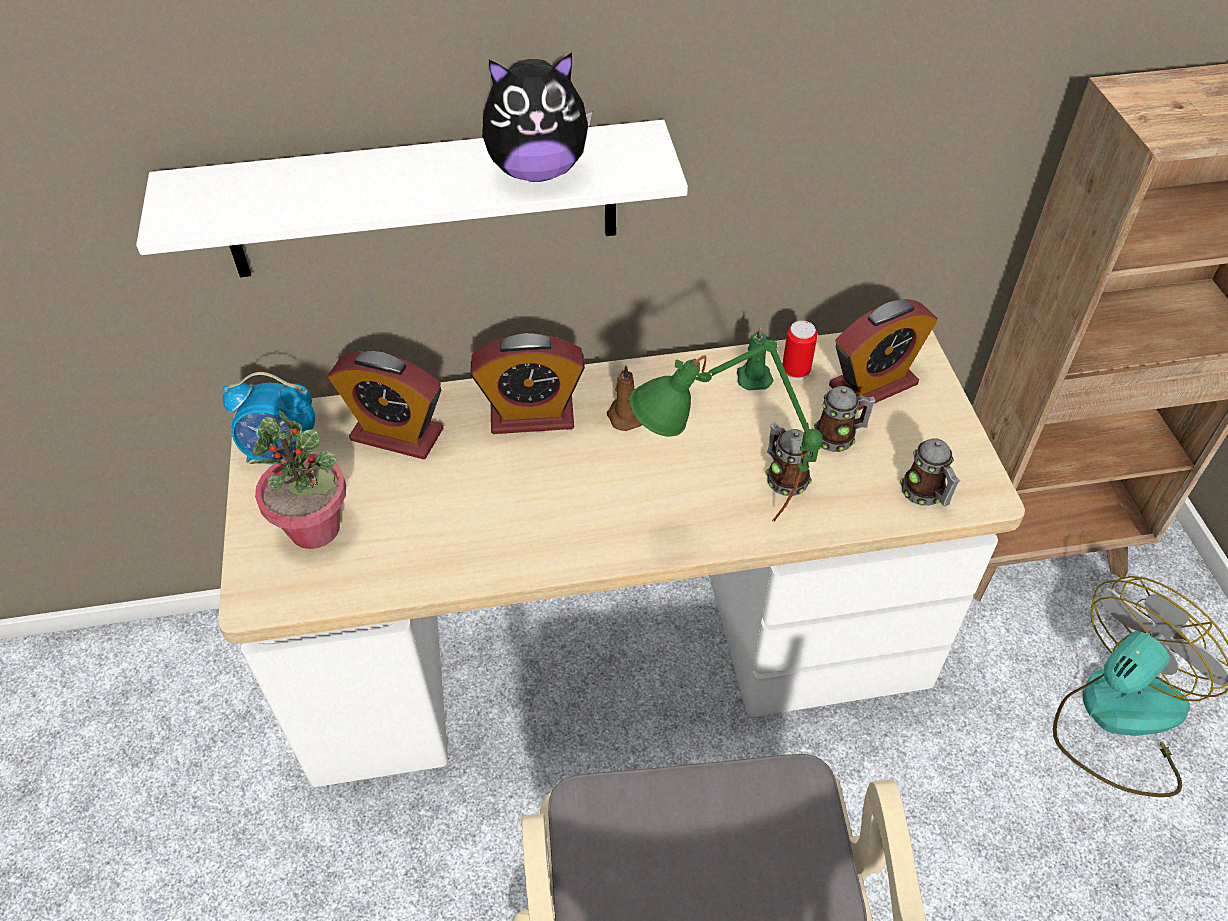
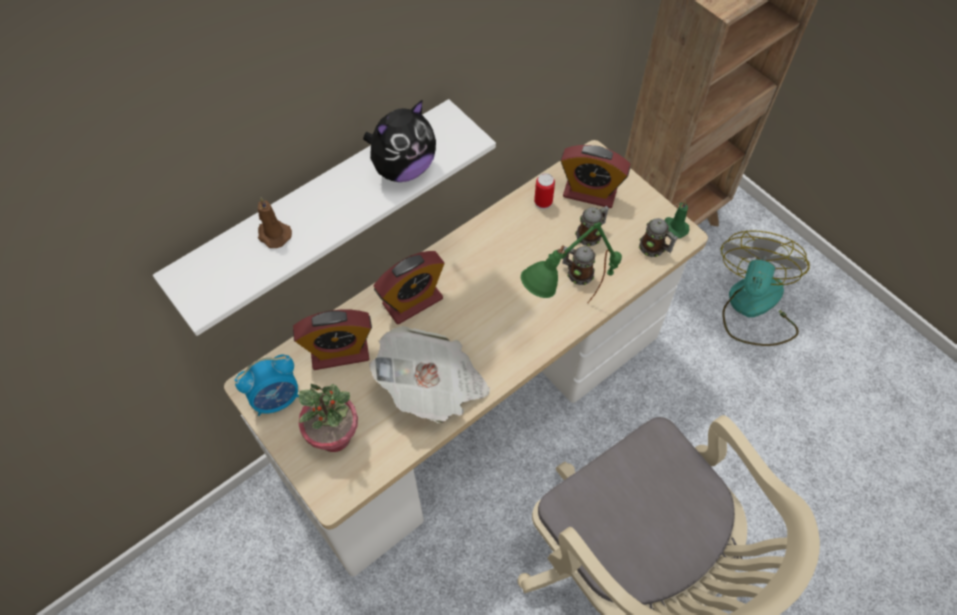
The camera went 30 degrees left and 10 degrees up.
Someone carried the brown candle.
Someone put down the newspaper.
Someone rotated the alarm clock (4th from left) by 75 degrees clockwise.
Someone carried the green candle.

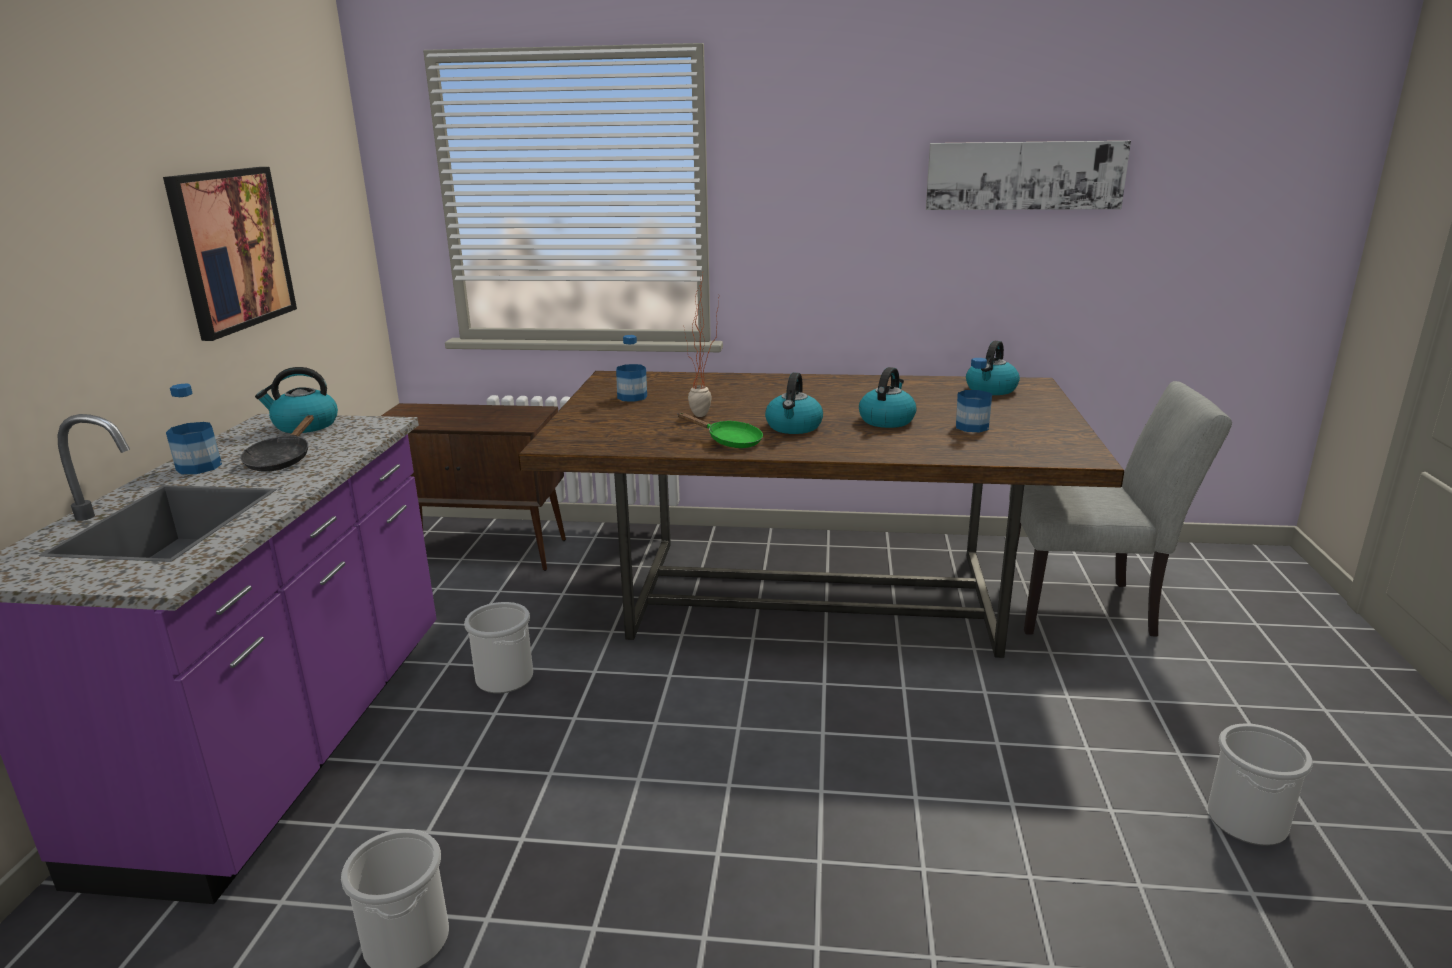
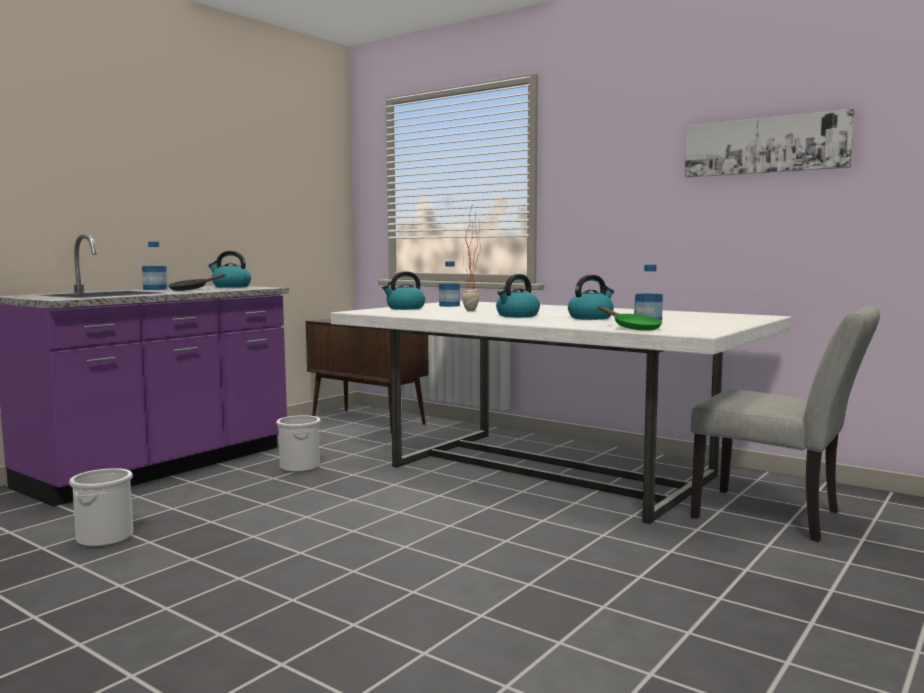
The camera went 30 degrees right and 15 degrees down.
Someone repainted the brown dining table, which became the white dining table.
Someone carried the kettle (4th from left in the first image).
Someone carried the green frying pan.
Someone took away the picture (1st from left).
Someone took away the bucket (3rd from left).

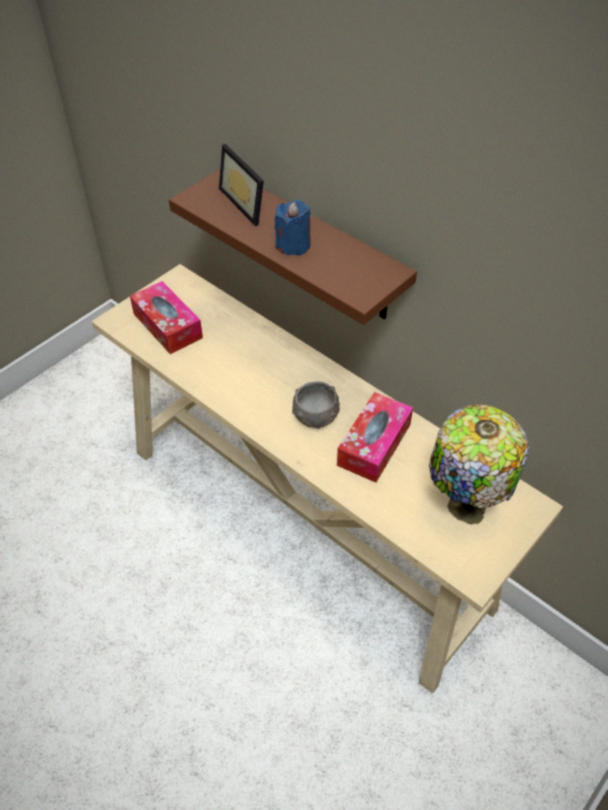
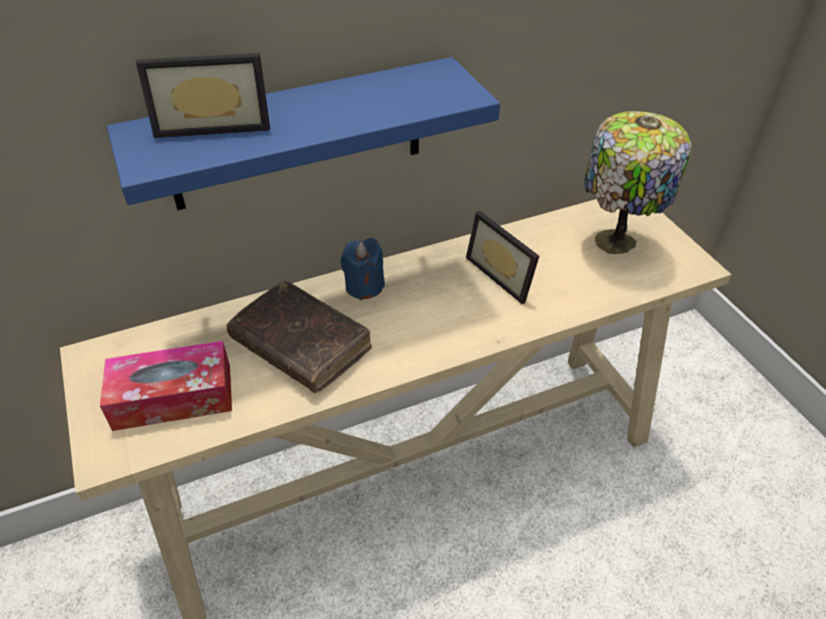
The camera went 65 degrees left and 5 degrees down.
Someone repainted the brown shelf, which became the blue shelf.
Someone put down the brown book.
Someone carried the blue candle.
Someone swapped the tissue box (2nd from left) for the picture frame (2nd from left).
Someone took away the grey bowl.

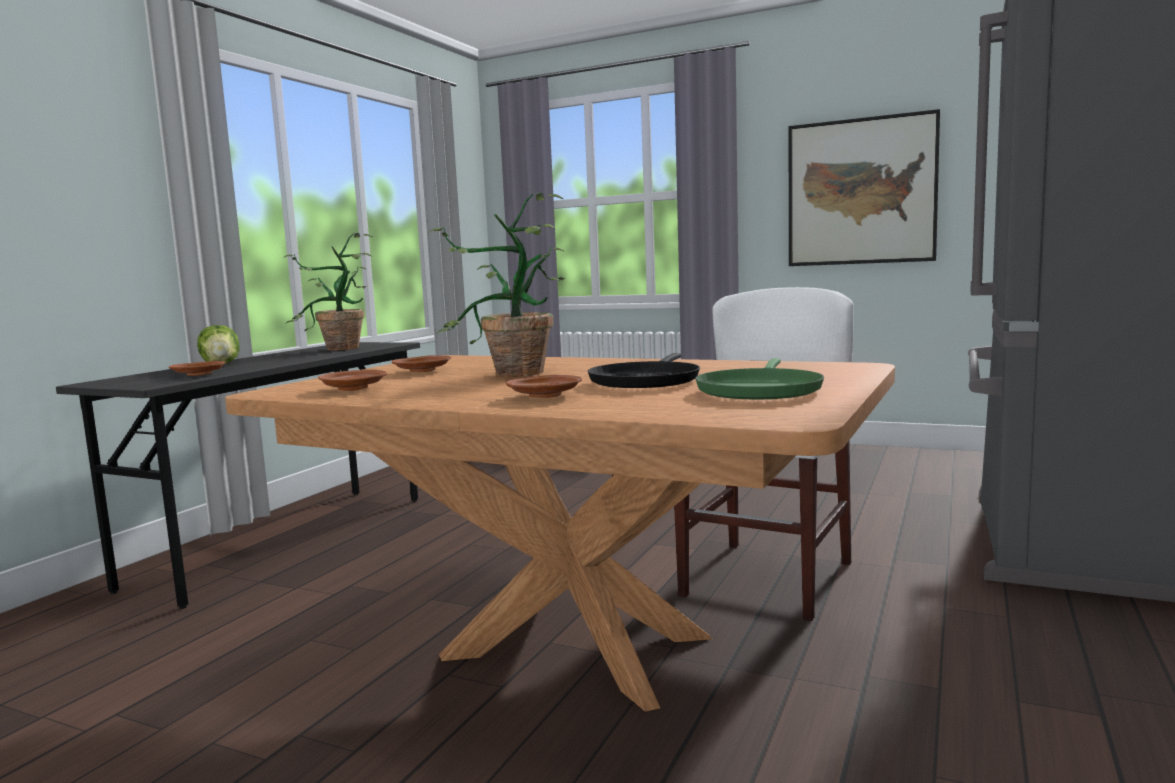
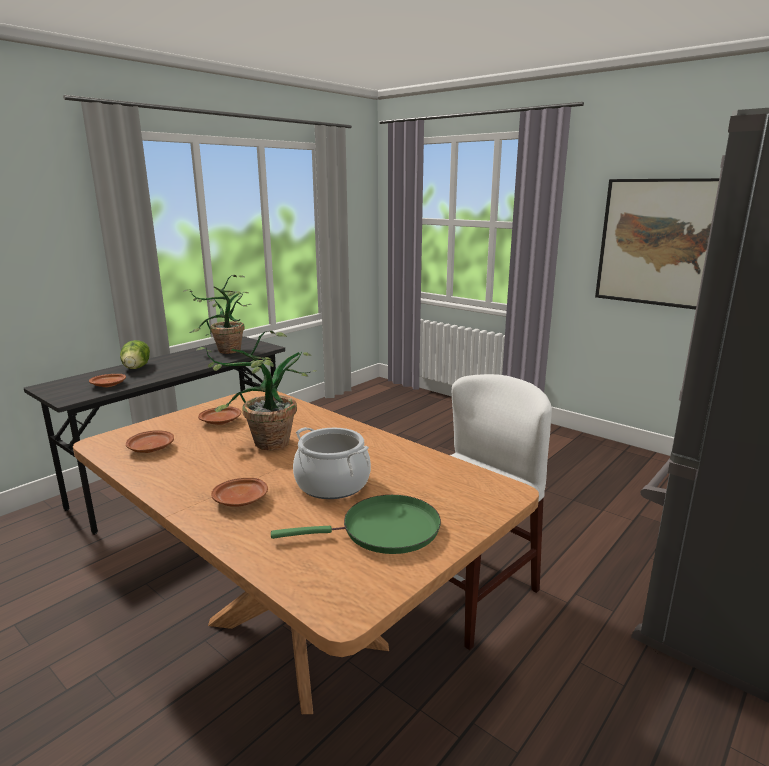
The camera went 15 degrees right and 10 degrees up.
Someone rotated the green frying pan by 135 degrees counterclockwise.
Someone swapped the black frying pan for the cooking pot.

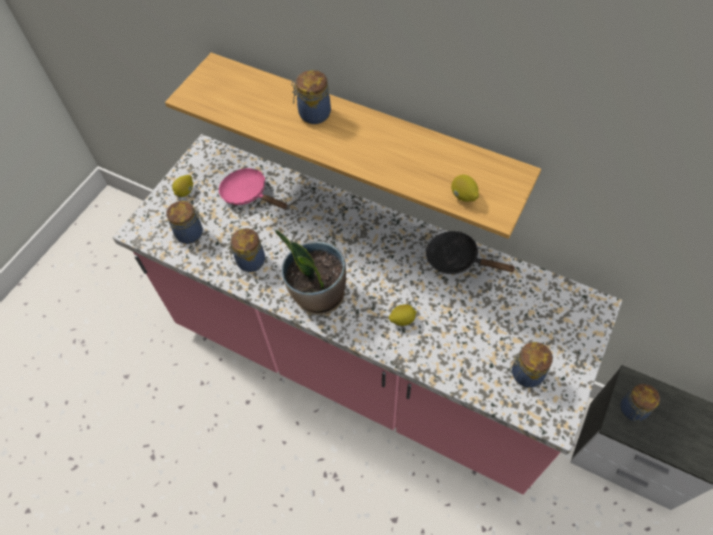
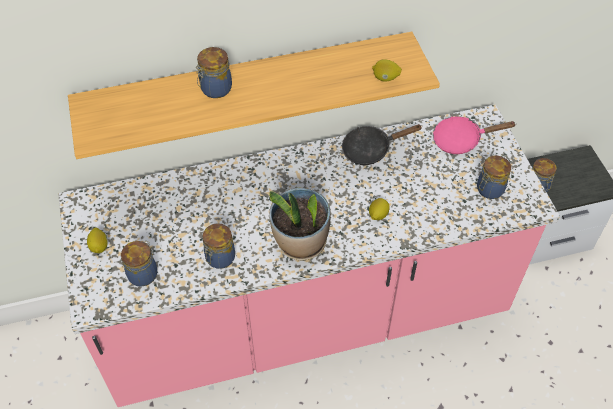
The camera went 45 degrees left and 5 degrees down.
Someone carried the pink frying pan.

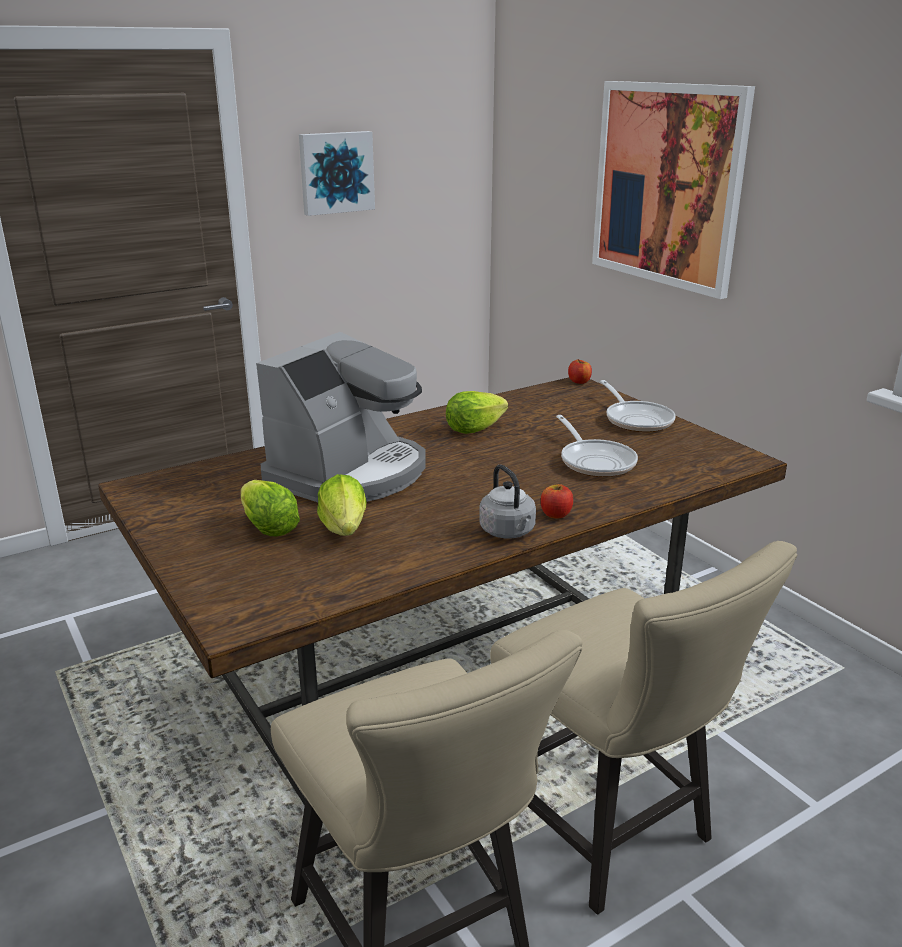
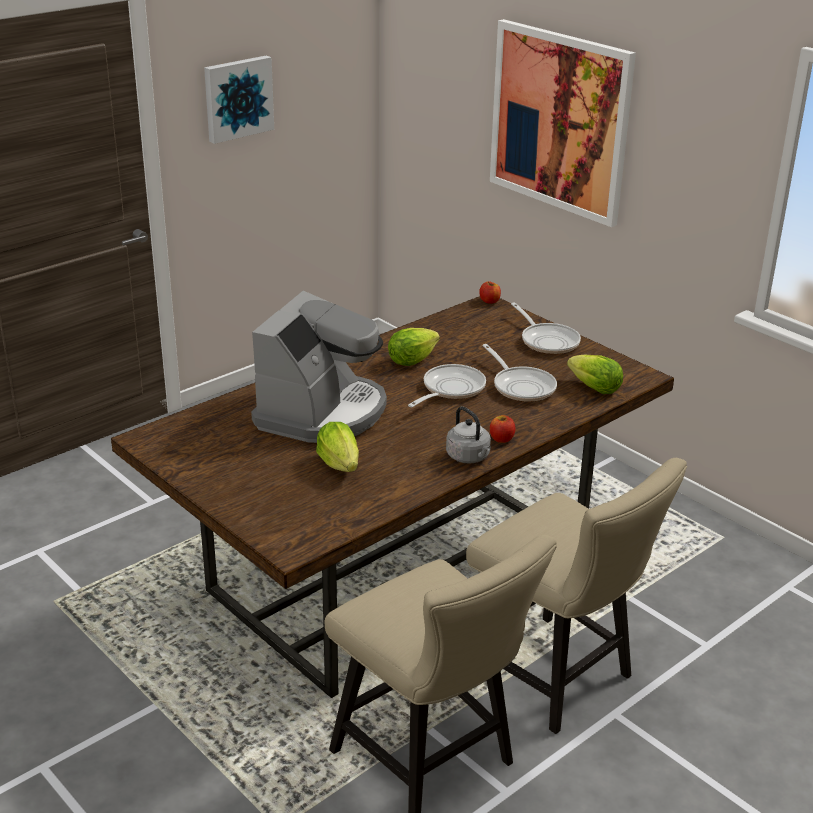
The camera went 10 degrees left and 5 degrees up.
Someone put down the frying pan (1st from left).
Someone carried the lettuce (1st from left in the first image).

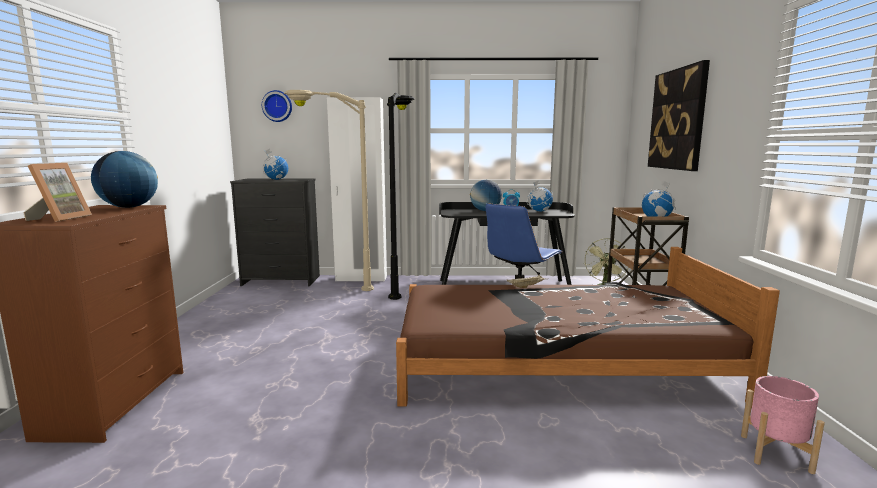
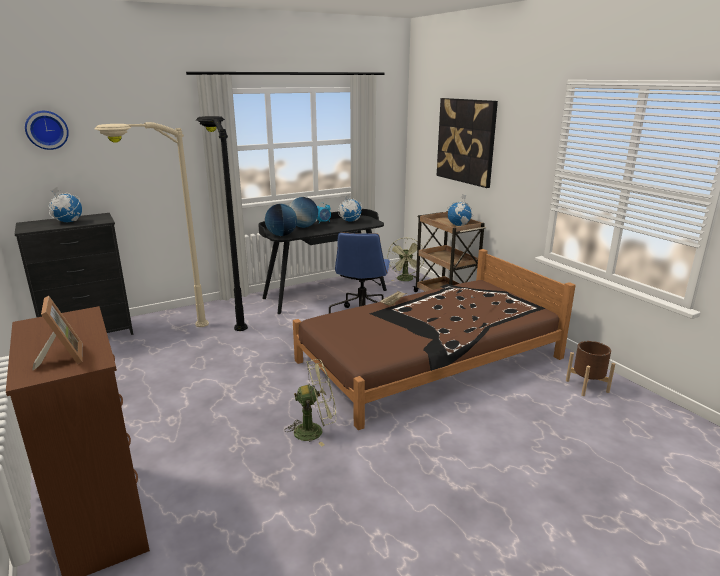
The camera went 30 degrees left and 10 degrees up.
Someone carried the globe (1st from left in the first image).
Someone put down the green fan (1st from left).
Someone repainted the pink planter, which became the brown planter.
Someone took away the white wardrobe.

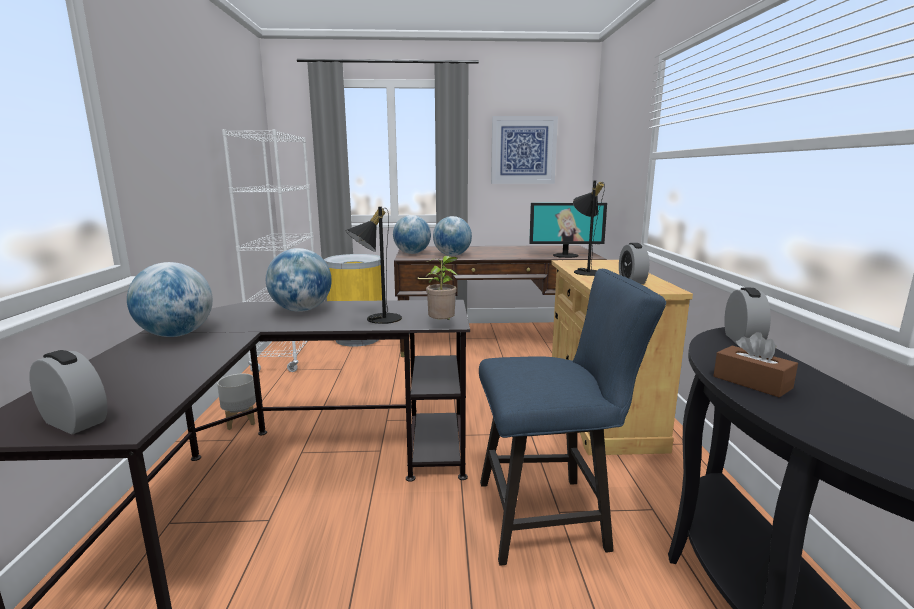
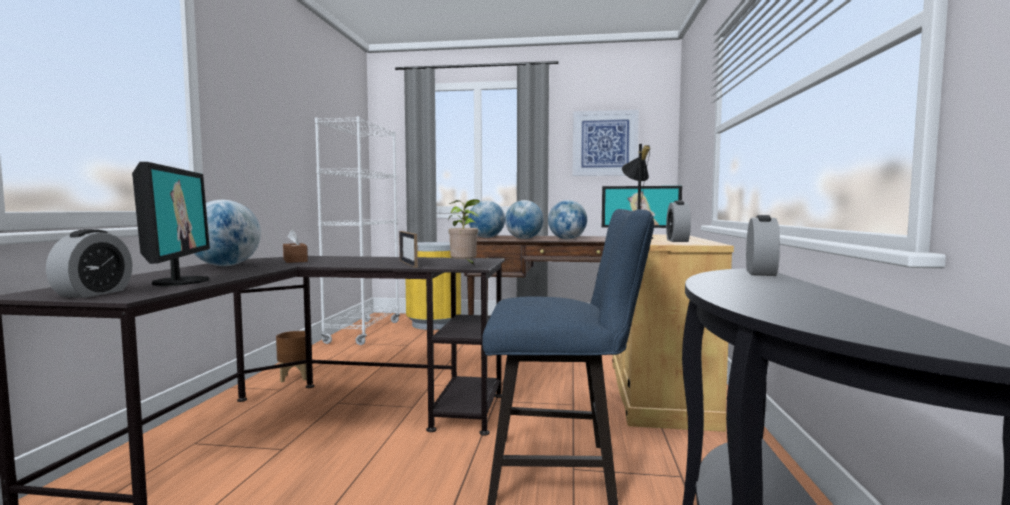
The camera went 10 degrees right and 10 degrees down.
Someone rotated the alarm clock (1st from left) by 60 degrees clockwise.
Someone put down the monitor (1st from left).
Someone repainted the grey planter, which became the brown planter.
Someone carried the brown tissue box.
Someone swapped the black table lamp (1st from left) for the picture frame.
Someone carried the globe (2nd from left in the first image).

